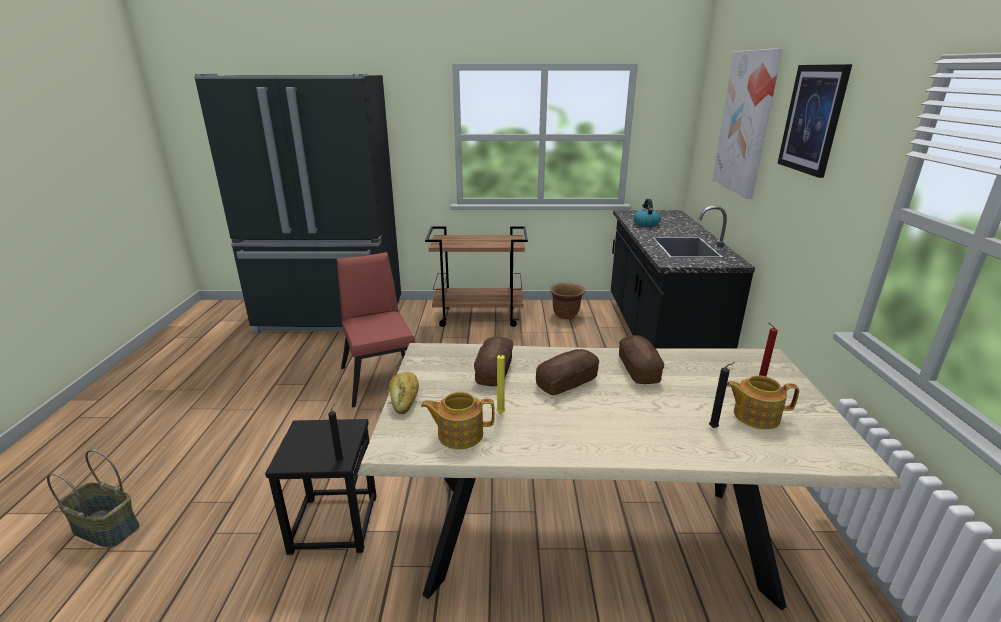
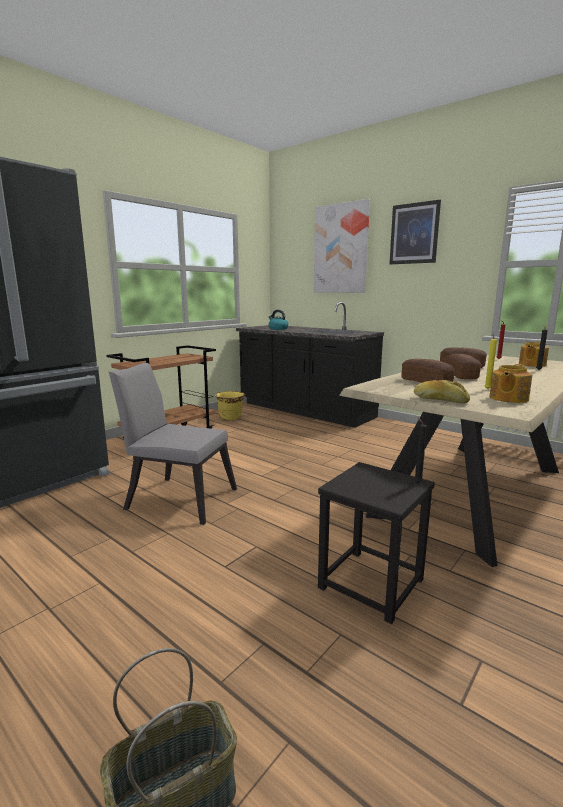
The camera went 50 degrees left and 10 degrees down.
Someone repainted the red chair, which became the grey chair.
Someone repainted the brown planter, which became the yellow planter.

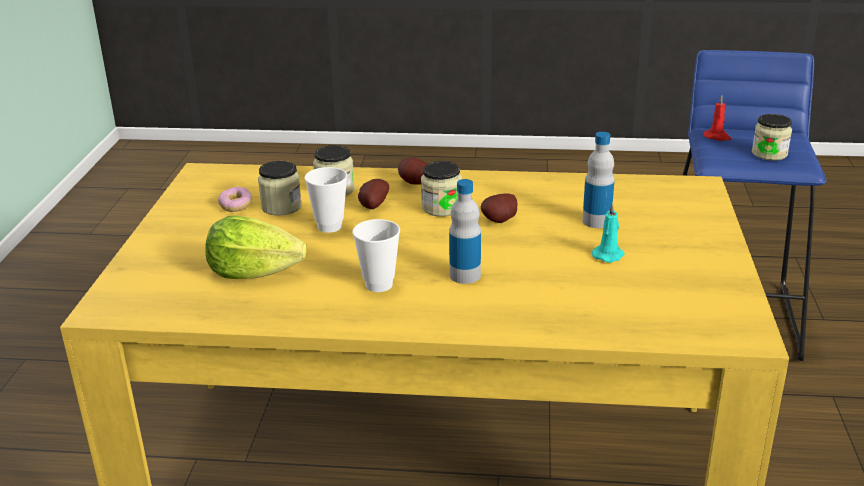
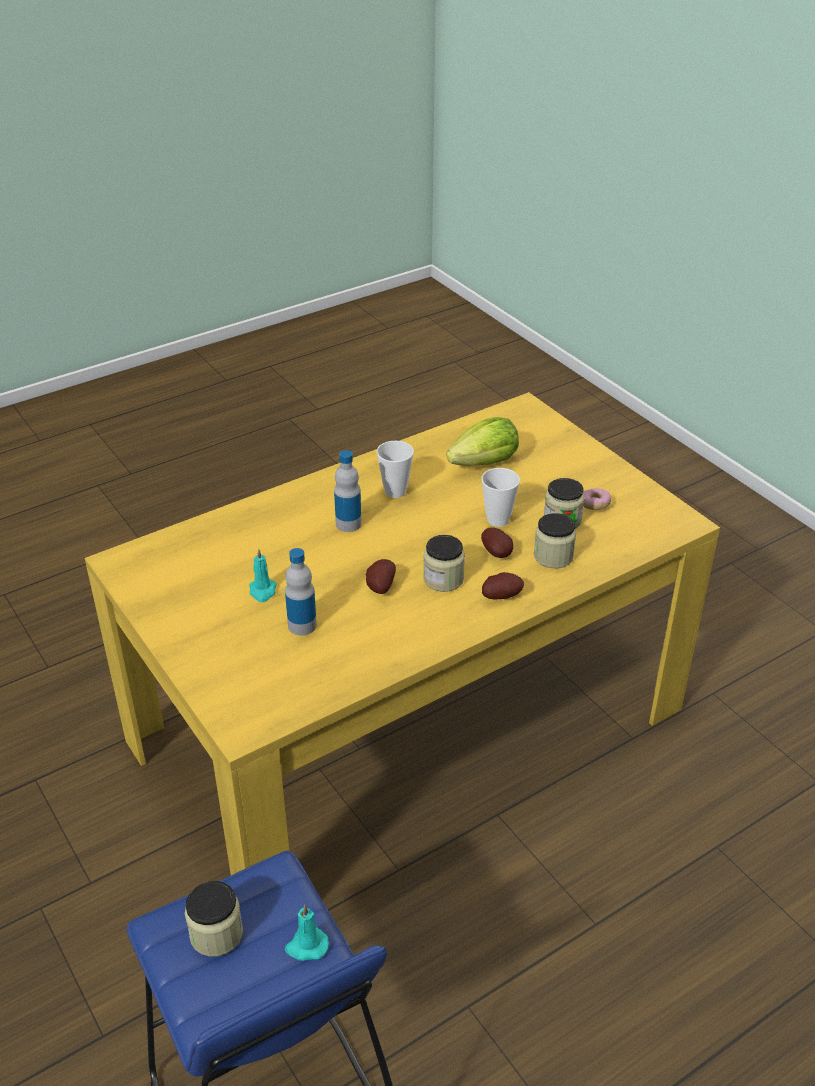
The camera went 140 degrees right and 10 degrees up.
Someone repainted the red candle, which became the turquoise candle (2nd from left).

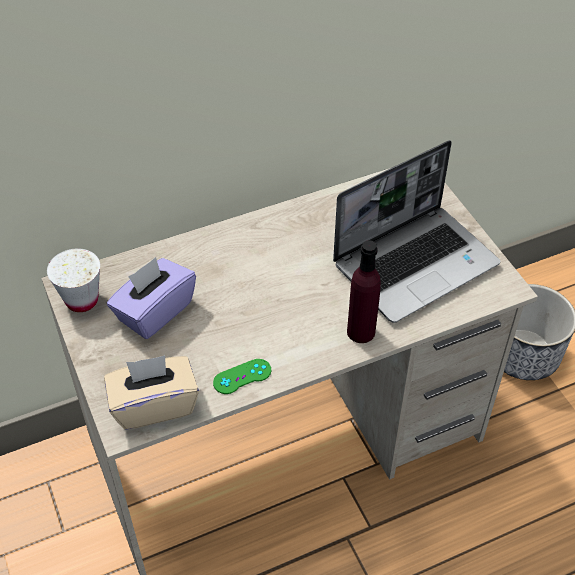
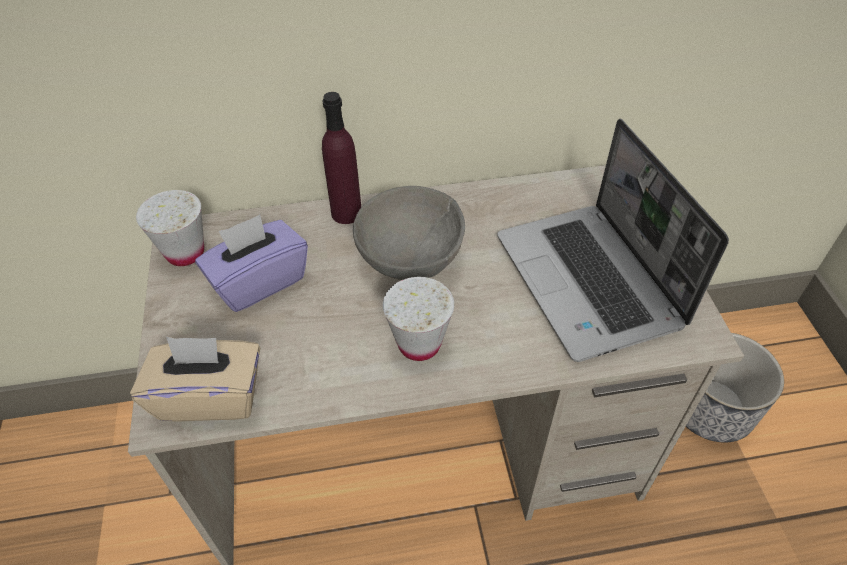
The camera went 15 degrees right and 0 degrees up.
Someone carried the purple bottle.
Someone put down the grey bowl.
Someone put down the white cup (2nd from left).
Someone rotated the laptop by 90 degrees clockwise.
Someone took away the green game controller.

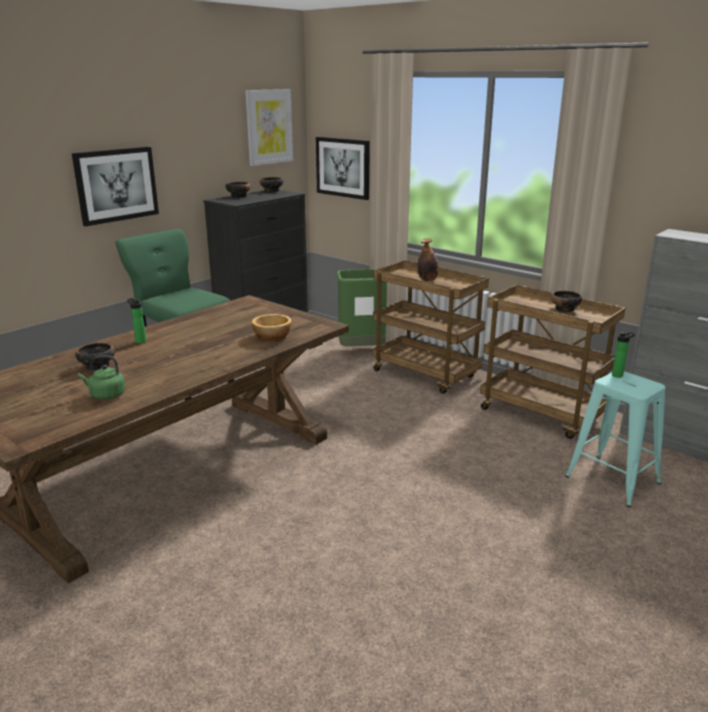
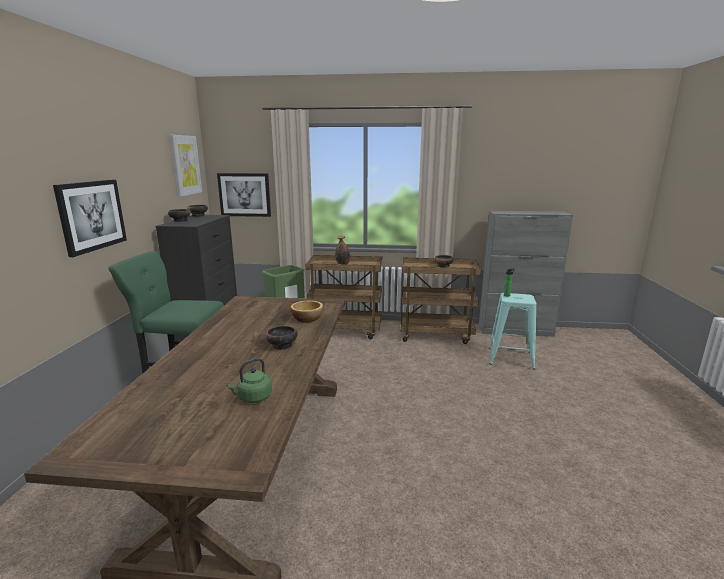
The camera went 35 degrees left and 5 degrees down.
Someone carried the bowl (1st from left in the first image).
Someone took away the bottle (1st from left).

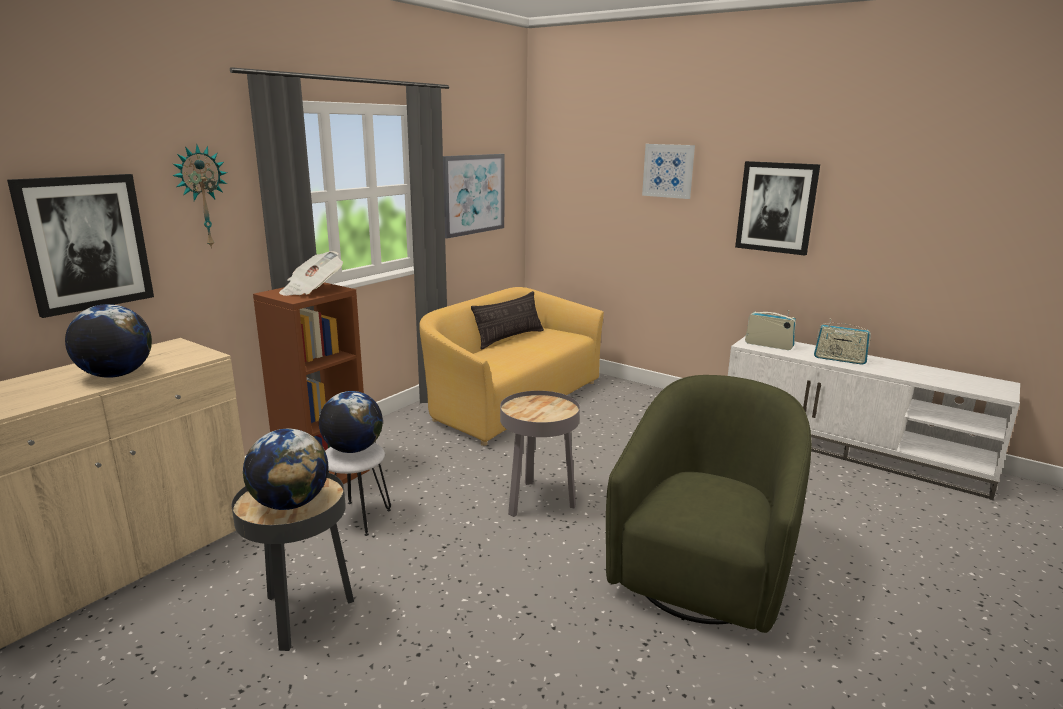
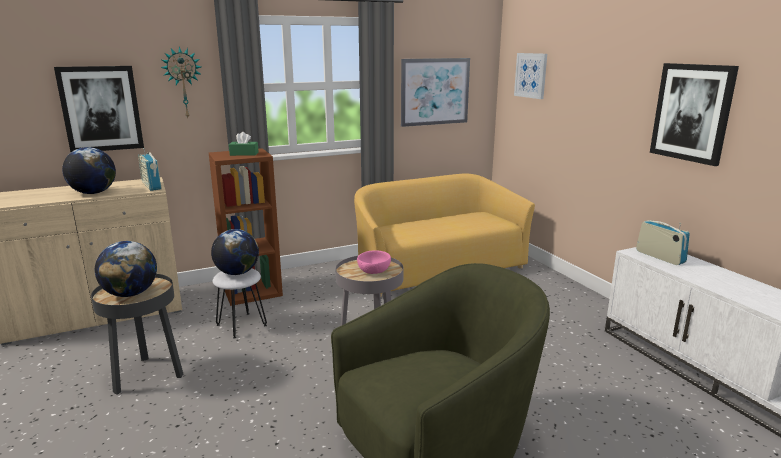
The camera went 30 degrees right and 0 degrees up.
Someone carried the radio (2nd from left in the first image).
Someone swapped the newspaper for the green tissue box.
Someone put down the pink bowl.
Someone carried the picture (3rd from left).
Someone took away the pillow.

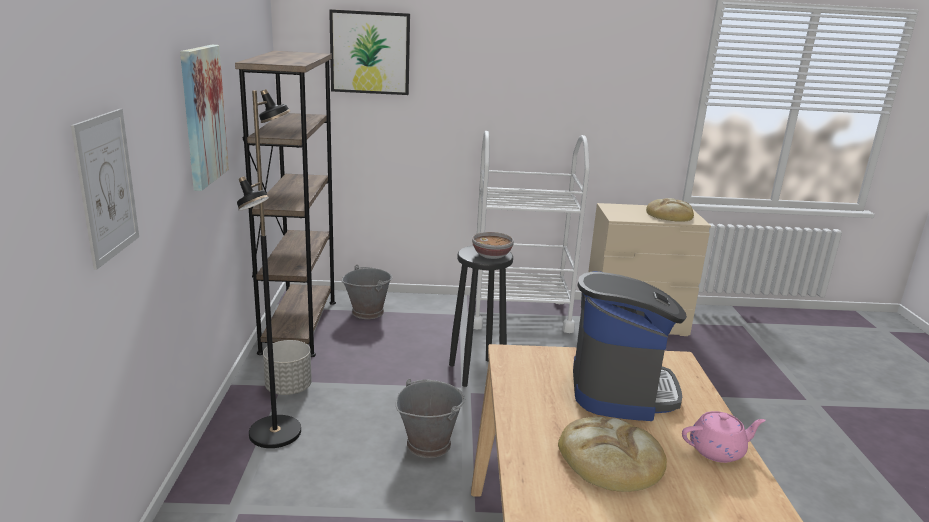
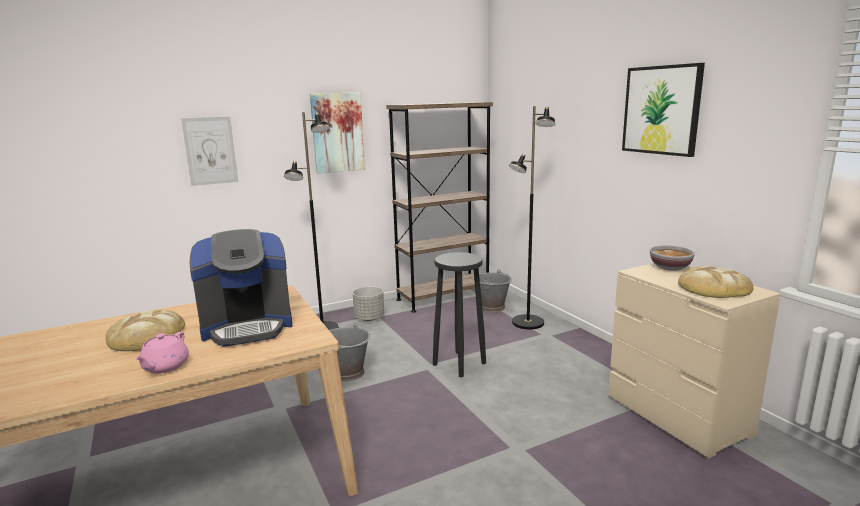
The camera went 65 degrees right and 5 degrees down.
Someone rotated the pink teapot by 45 degrees clockwise.
Someone put down the black floor lamp (2nd from left).
Someone carried the picture (3rd from left).
Someone carried the bowl.
Someone took away the white cart.

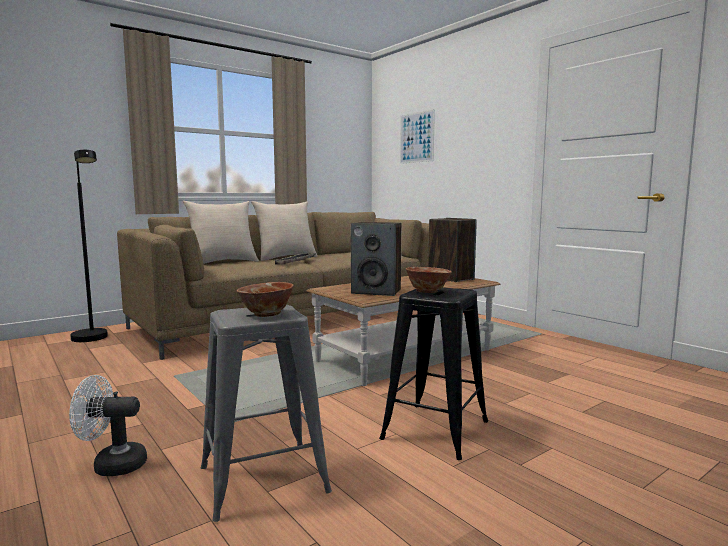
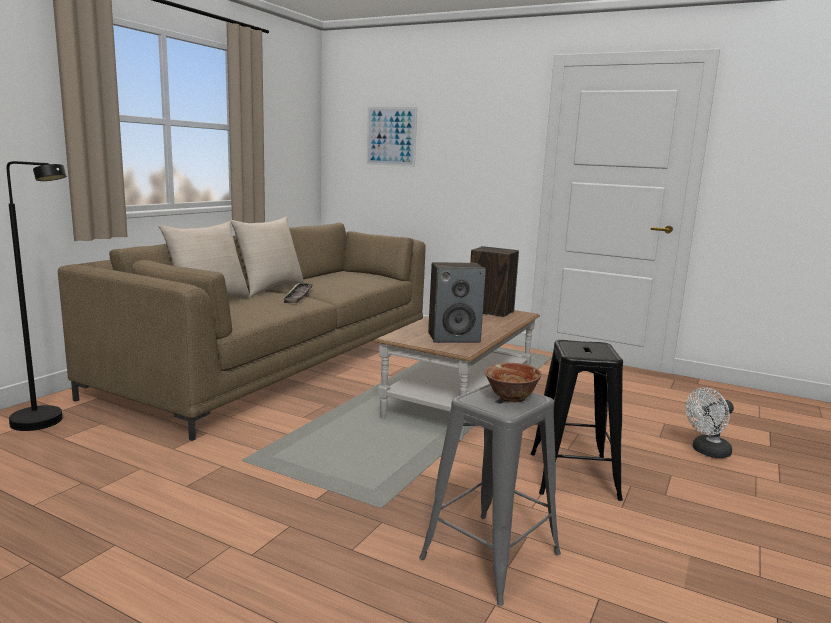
The camera went 25 degrees left and 5 degrees up.
Someone carried the white fan.
Someone took away the bowl (2nd from left).

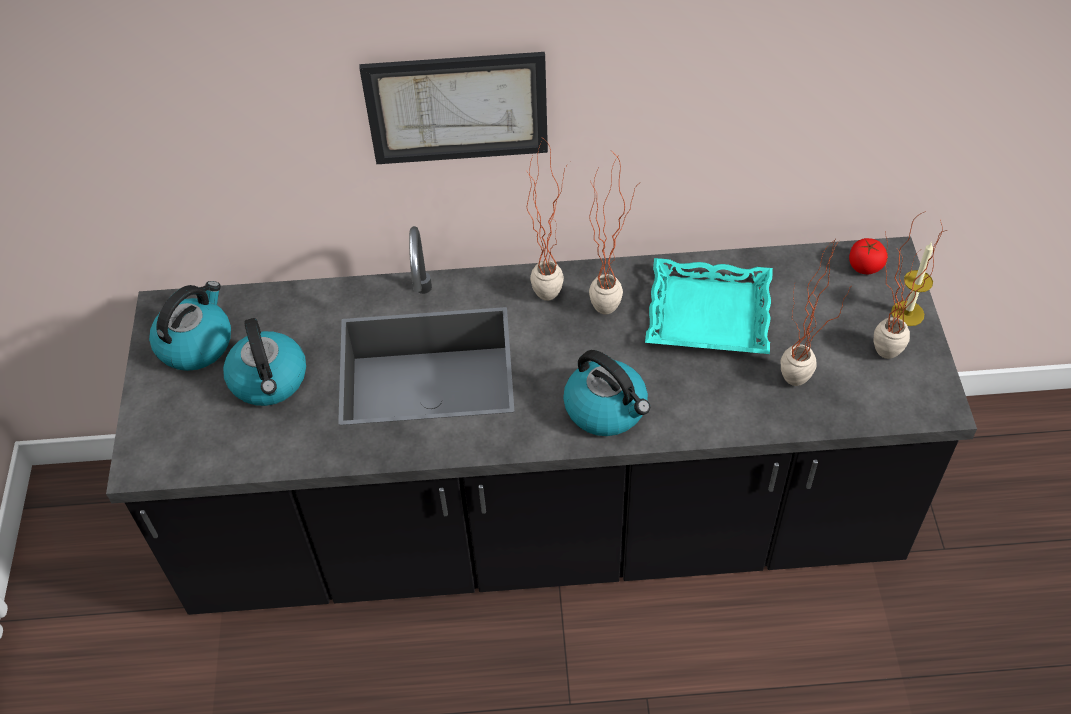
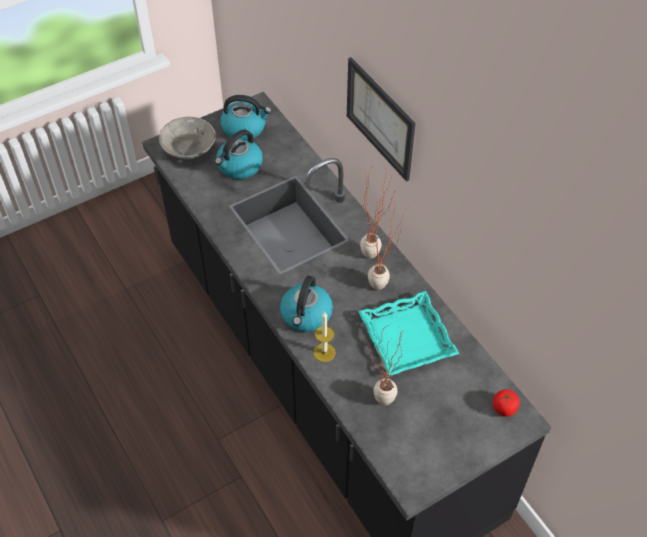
The camera went 60 degrees right and 0 degrees up.
Someone put down the grey bowl.
Someone carried the candle.
Someone took away the potted plant (4th from left).

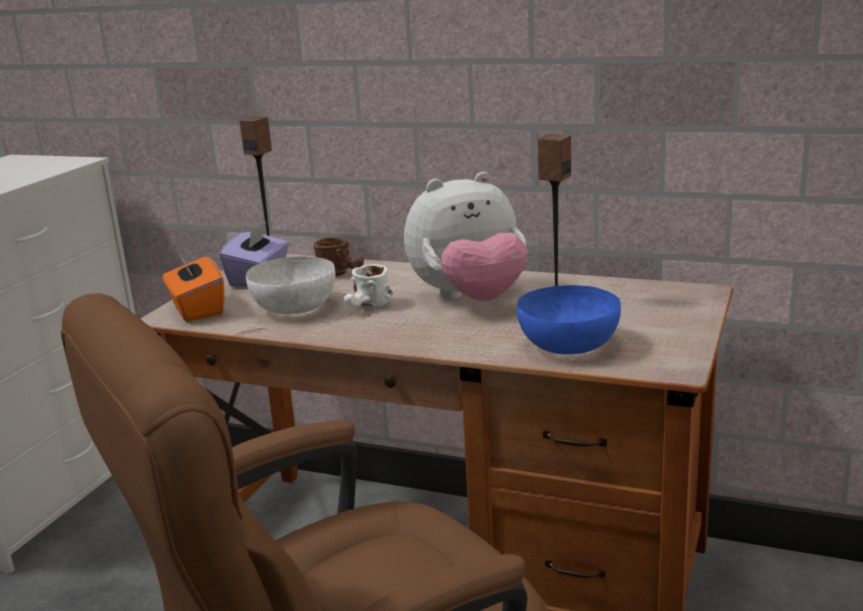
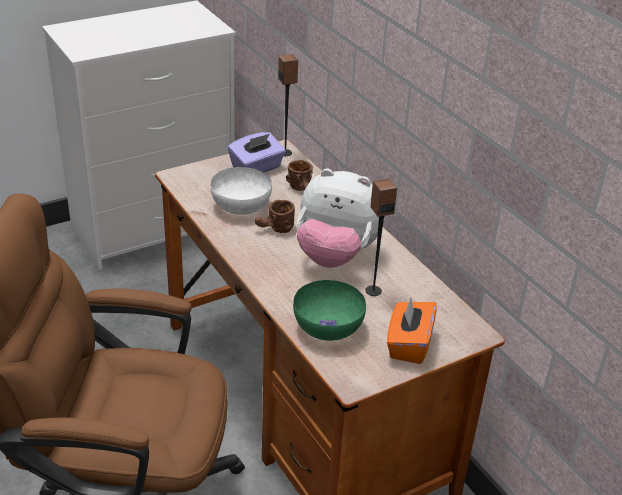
The camera went 35 degrees right and 15 degrees up.
Someone repainted the white mug, which became the brown mug (1st from left).
Someone repainted the blue bowl, which became the green bowl.
Someone carried the orange tissue box.

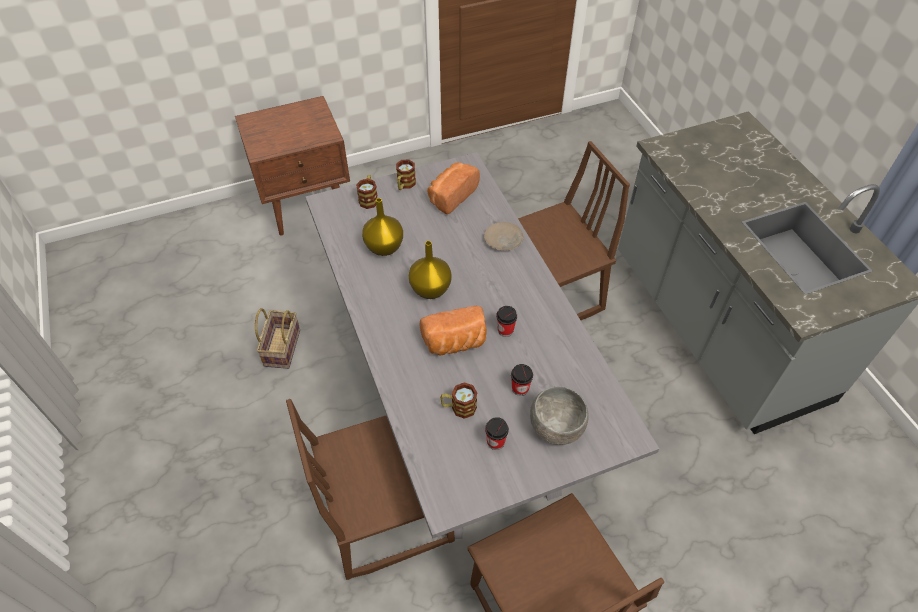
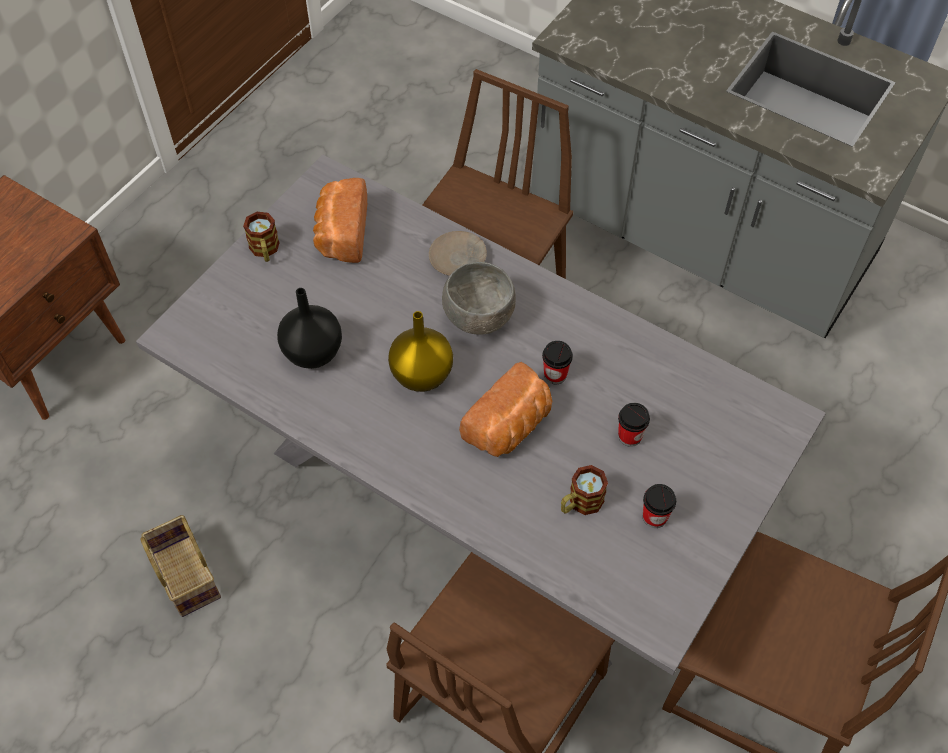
The camera went 35 degrees left and 5 degrees up.
Someone repainted the yellow vase (1st from left), which became the black vase.
Someone carried the grey bowl.
Someone took away the mug (1st from left).

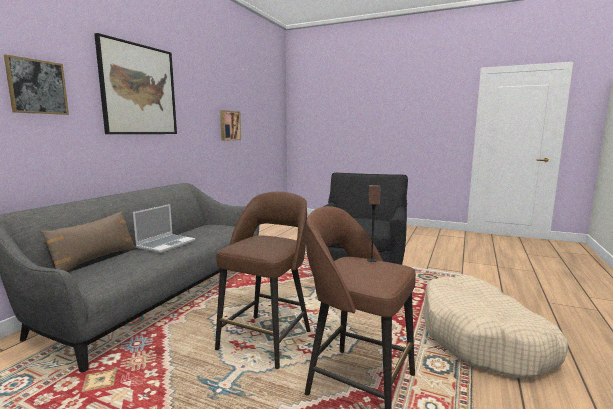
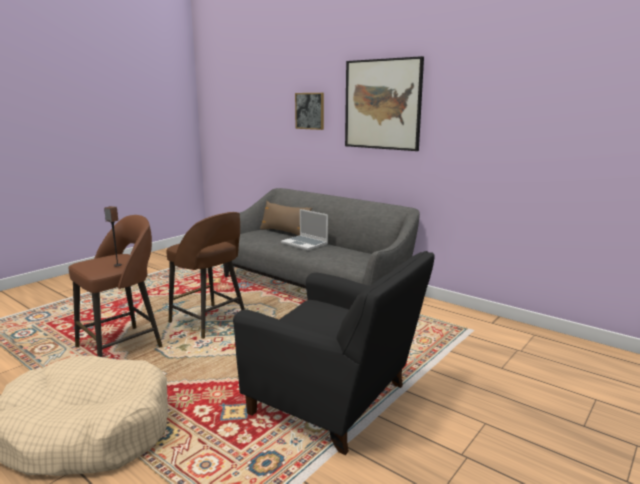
The camera went 105 degrees right and 5 degrees up.
Someone took away the picture (3rd from left).

